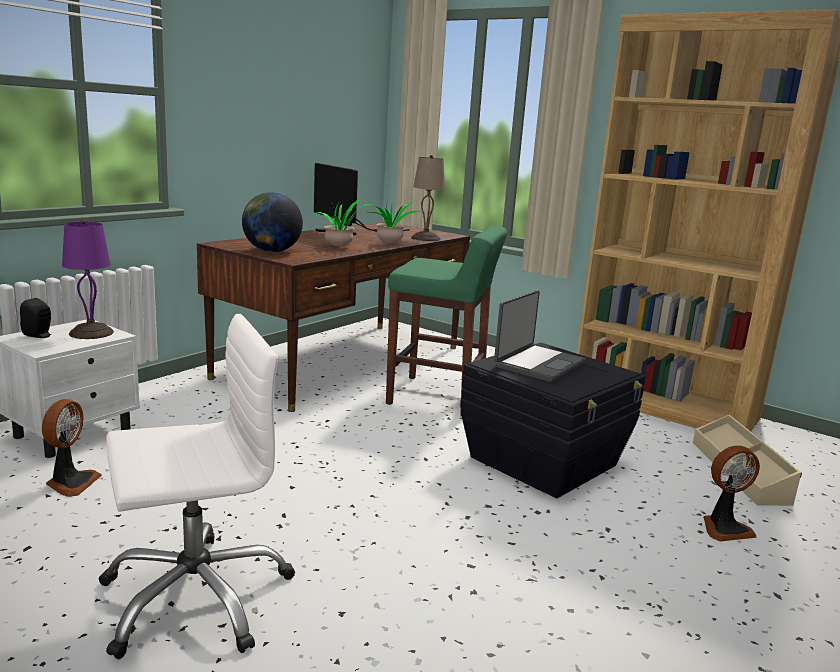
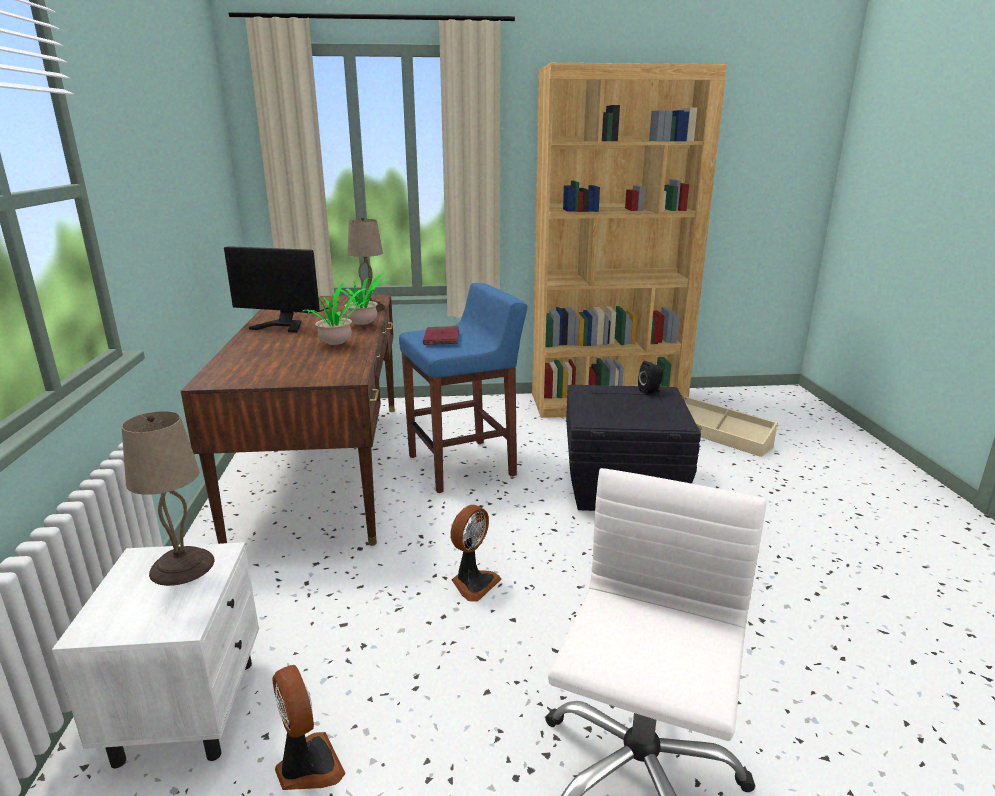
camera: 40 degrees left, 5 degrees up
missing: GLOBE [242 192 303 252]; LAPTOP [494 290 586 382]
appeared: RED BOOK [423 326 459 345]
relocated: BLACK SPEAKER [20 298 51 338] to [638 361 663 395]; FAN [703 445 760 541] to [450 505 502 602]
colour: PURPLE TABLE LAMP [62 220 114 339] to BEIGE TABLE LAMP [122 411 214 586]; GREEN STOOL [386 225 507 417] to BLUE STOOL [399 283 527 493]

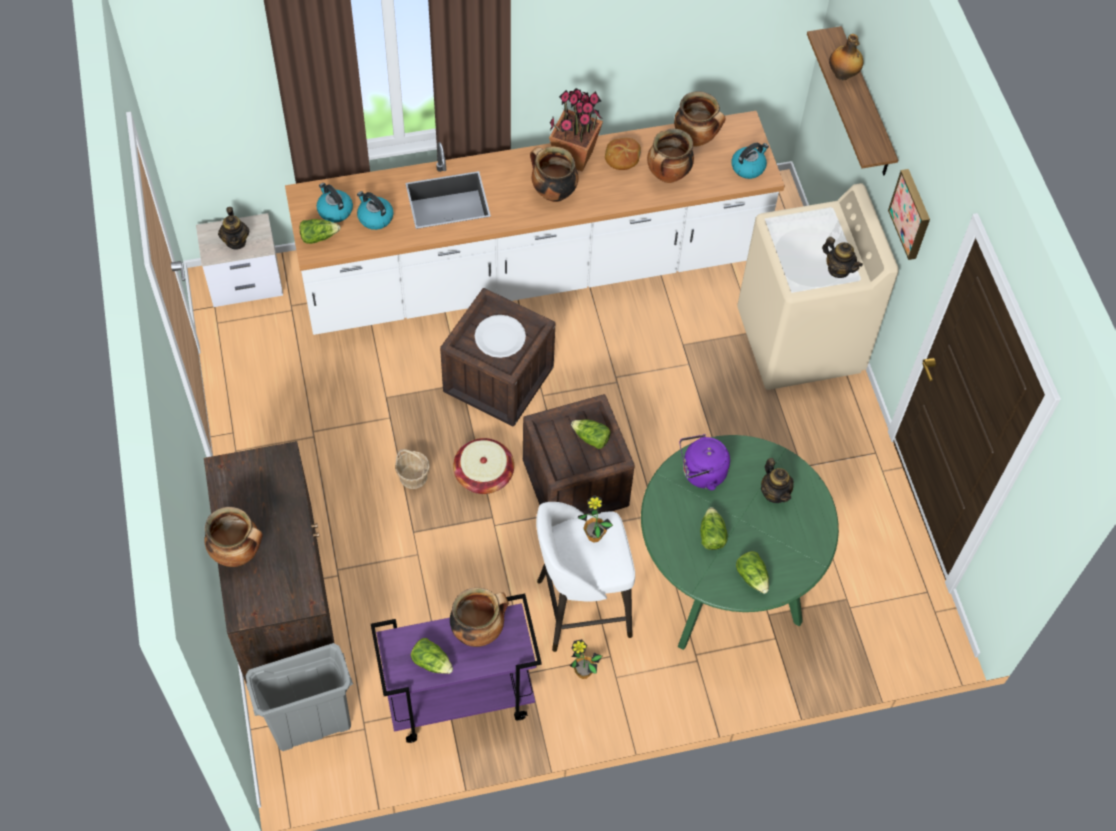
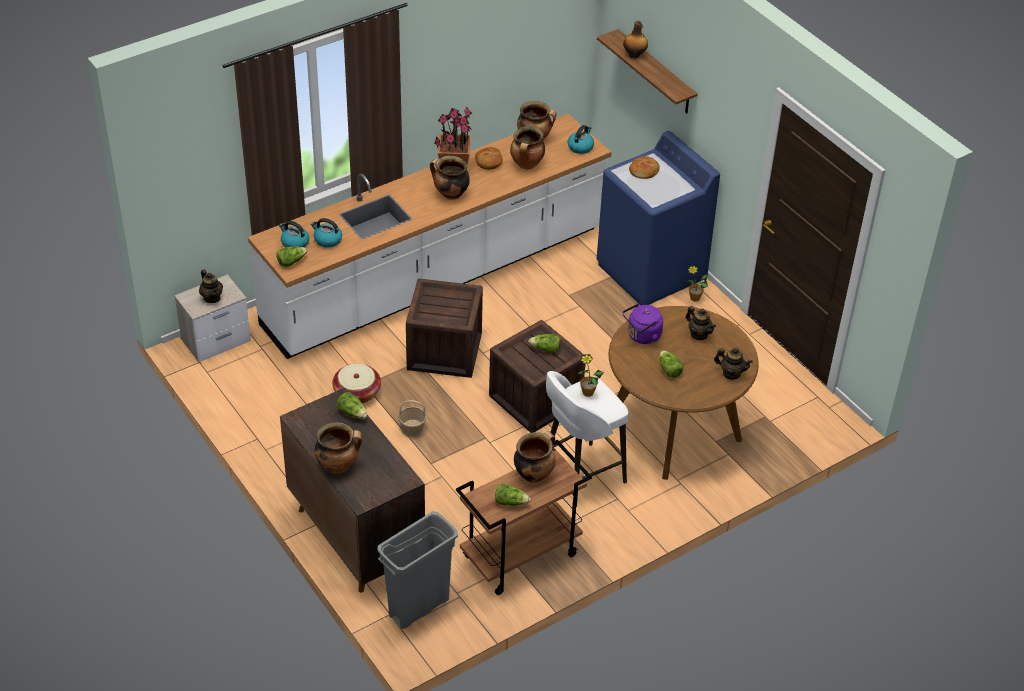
camera: 20 degrees left, 15 degrees down
missing: WHITE PLATE [475 315 526 358]; PICTURE [888 169 930 260]
appeared: BREAD [629 156 659 179]
relocated: BASKET [453 438 514 494] to [332 364 381 403]; POTTED PLANT [569 639 602 679] to [687 265 708 302]; LETTUCE [736 551 769 594] to [337 392 367 419]; TEAPOT [822 237 863 278] to [714 348 753 379]
colour: PURPLE CART [371 594 542 743] to BROWN CART [456 440 592 595]; GREEN DINING TABLE [641 435 839 650] to BROWN DINING TABLE [609 306 759 480]; BEIGE WASHING MACHINE [737 183 899 390] to BLUE WASHING MACHINE [597 131 720 305]

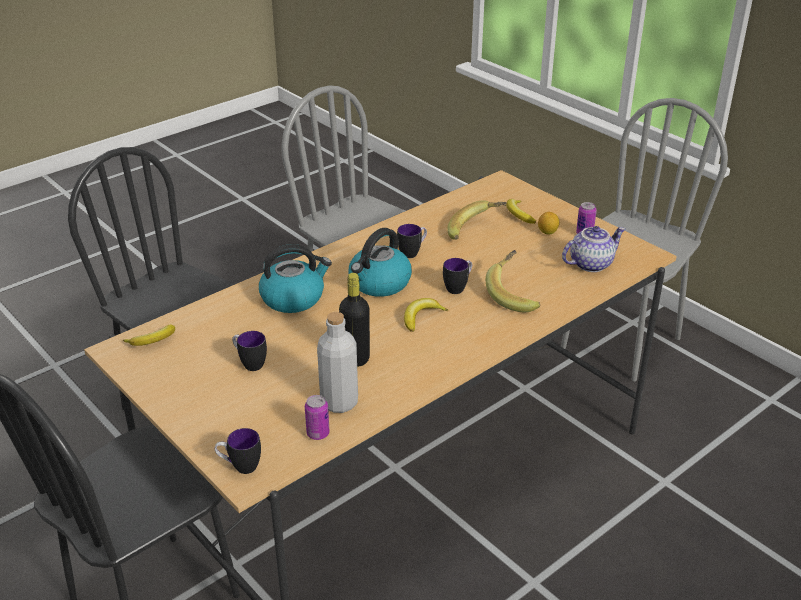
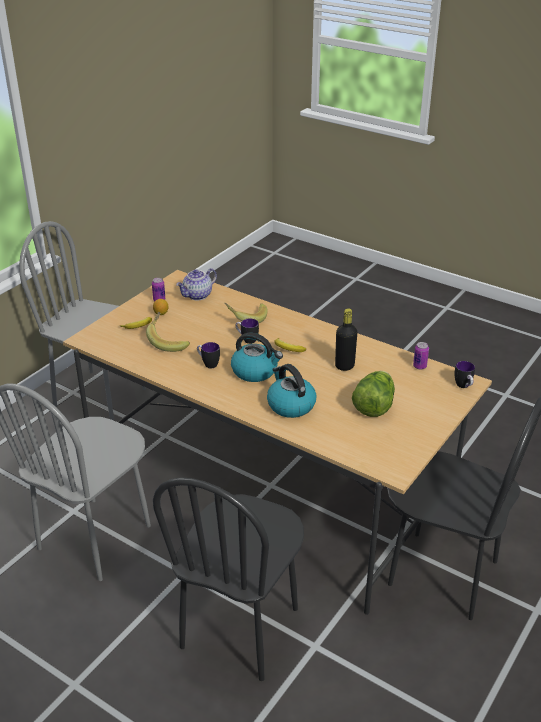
camera: 105 degrees left, 0 degrees up
missing: BANANA [123 325 175 346]; GREY BOTTLE [317 312 358 413]
exchanged: MUG [232 331 267 371] to LETTUCE [352 371 395 417]
spun: TEAPOT [562 226 626 272] = [176 268 217 300] 90 degrees counterclockwise

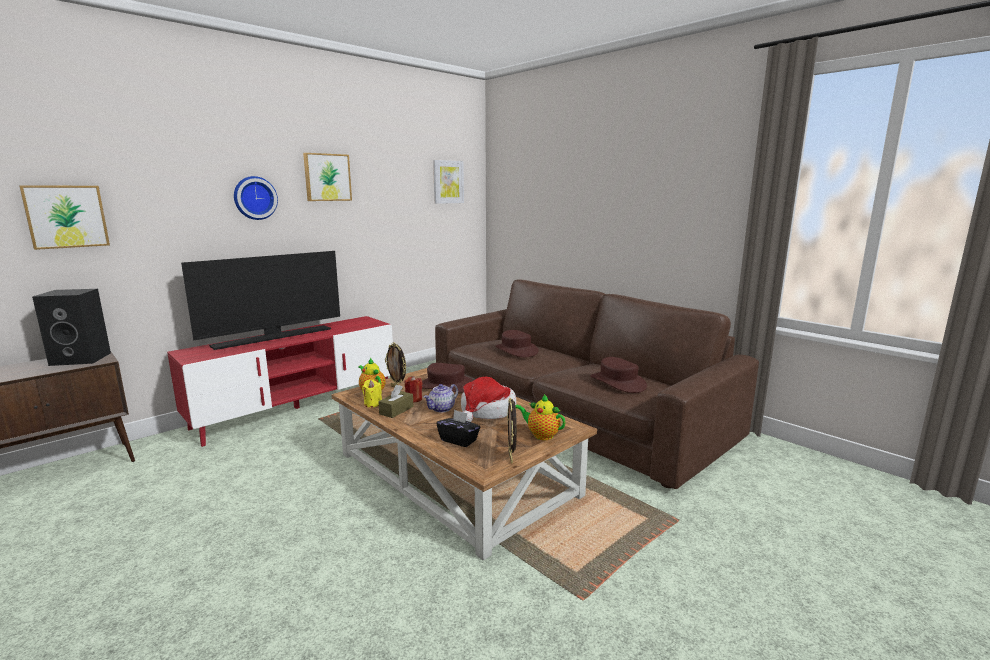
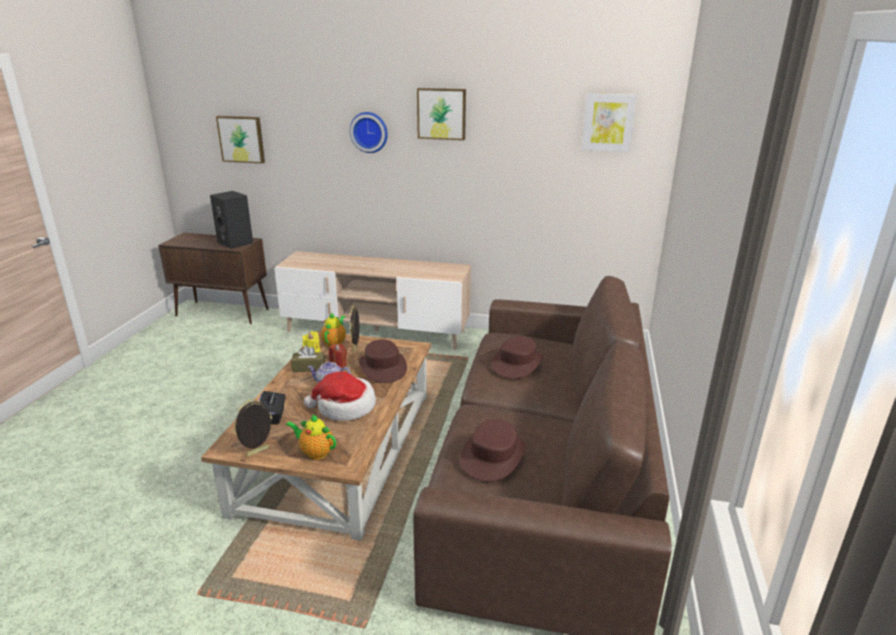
camera: 55 degrees right, 10 degrees up
missing: TELEVISION [181 251 340 350]
colour: RED TV STAND [167 316 393 447] to BEIGE TV STAND [274 251 471 350]
spun: TEAPOT [515 394 565 440] = [286 414 336 460] 60 degrees counterclockwise

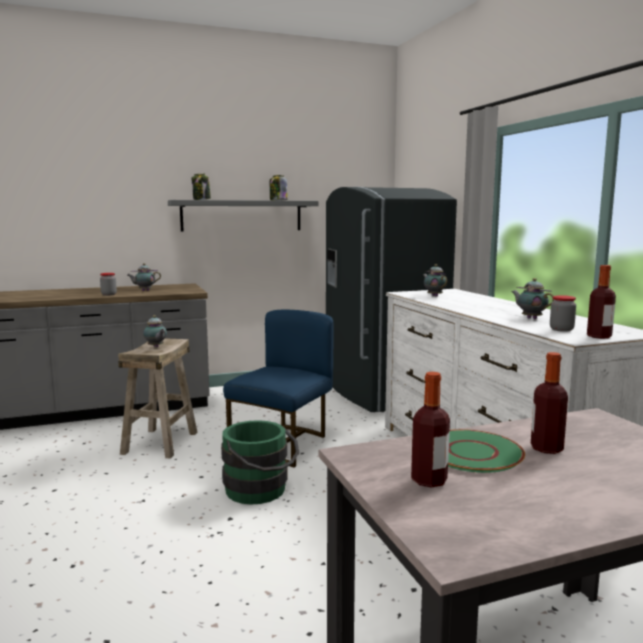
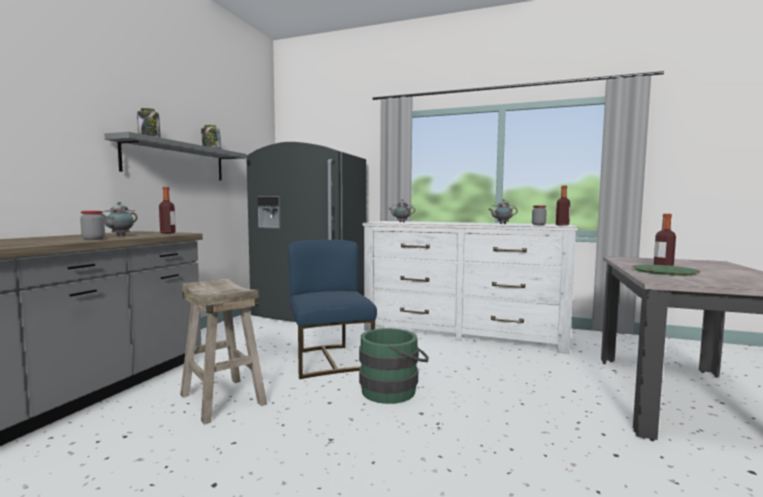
camera: 50 degrees left, 5 degrees down
missing: TEAPOT [143 315 167 347]
relocated: BOTTLE [411 372 450 488] to [159 187 176 233]

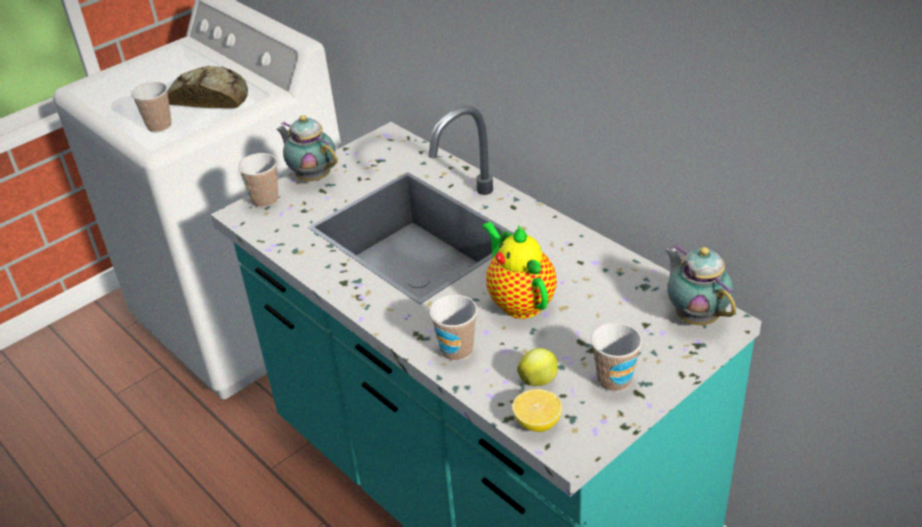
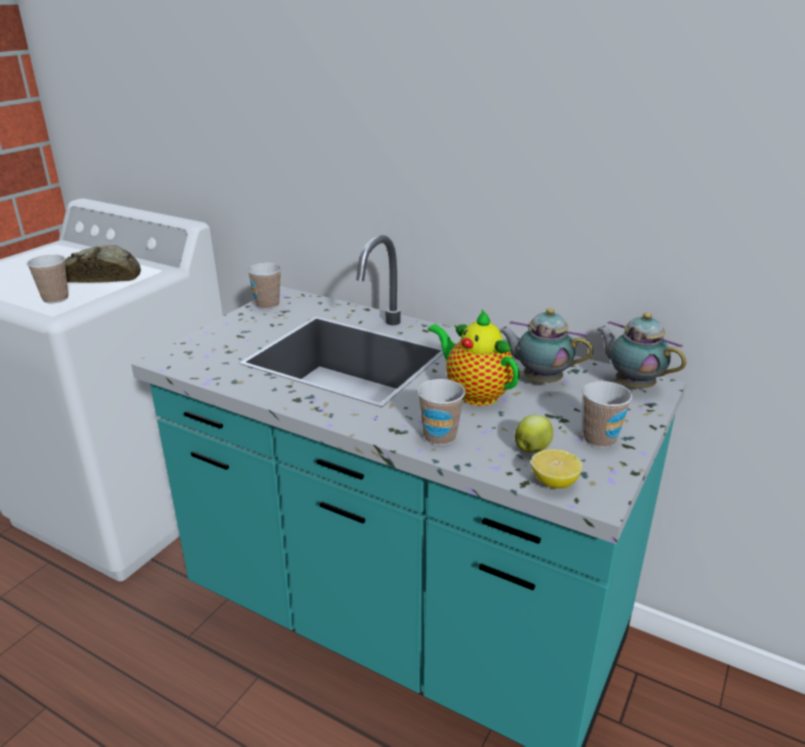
camera: 20 degrees left, 10 degrees down
relocated: CUP [238 153 278 208] to [247 263 282 309]; TEAPOT [276 115 338 181] to [499 308 593 383]

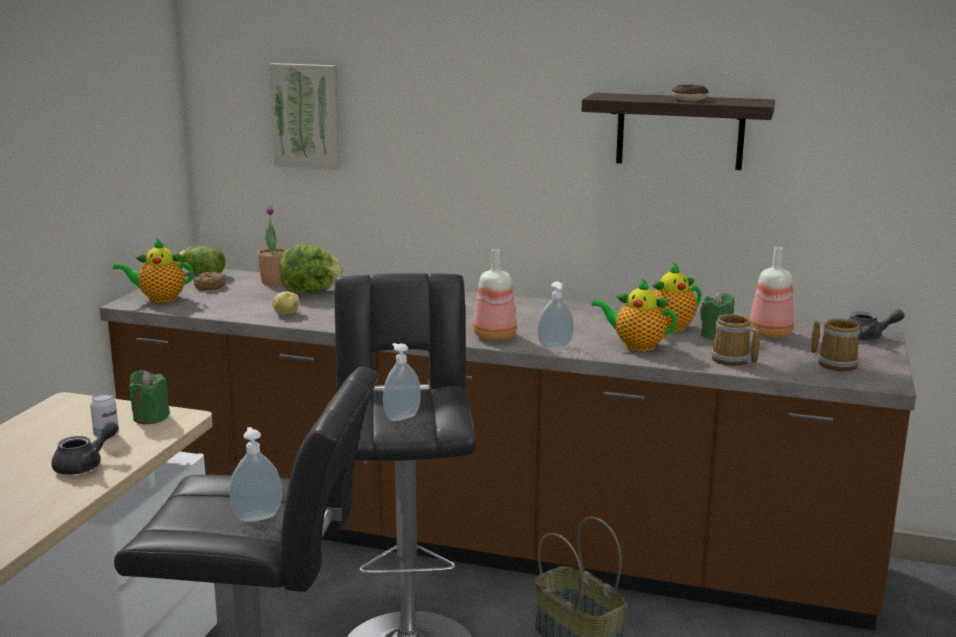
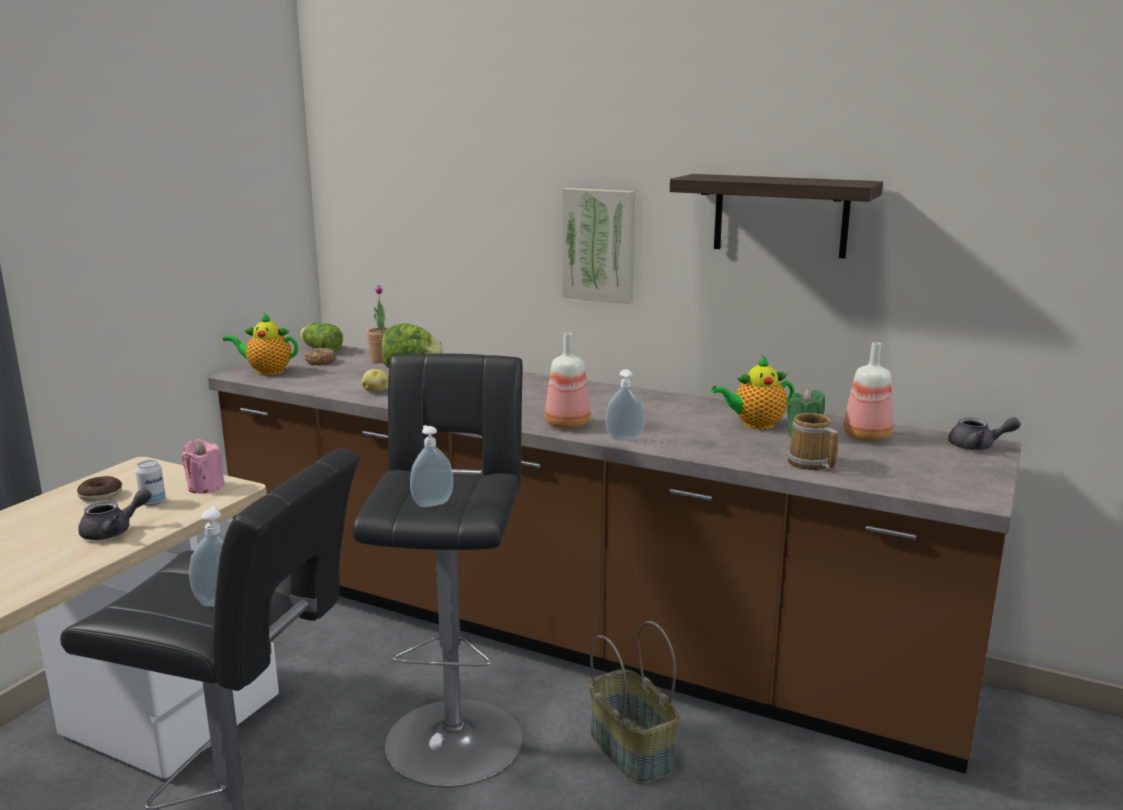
camera: 10 degrees right, 0 degrees up
missing: TEAPOT [591 278 677 351]; MUG [811 319 860 371]
relocated: PICTURE [269 63 340 170] to [562 188 635 304]; DONUT [671 85 708 101] to [77 476 122 502]
colour: GREEN CANDLE [129 370 170 424] to PINK CANDLE [181 439 225 493]

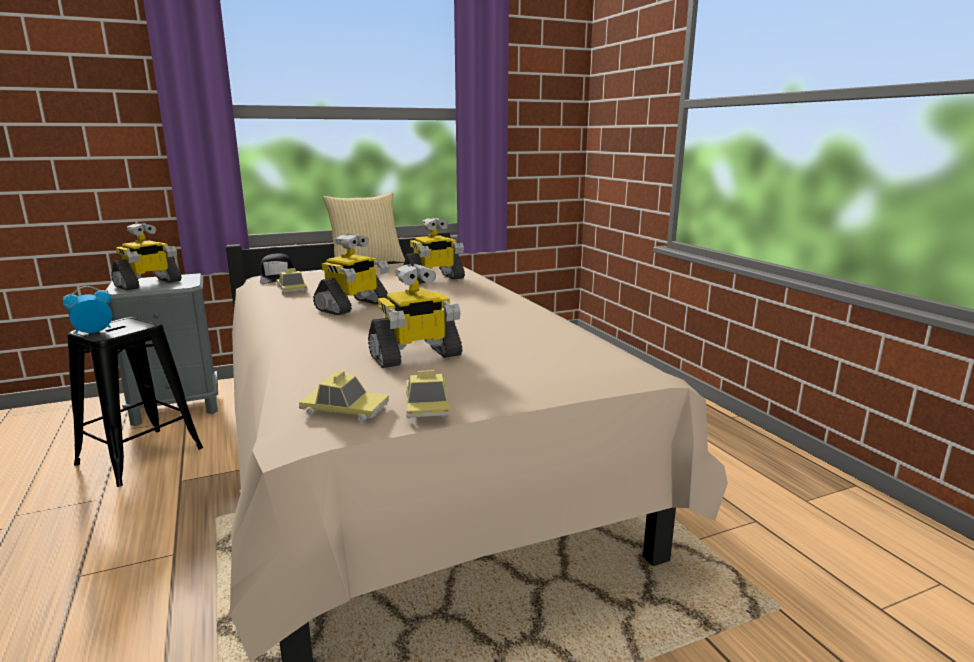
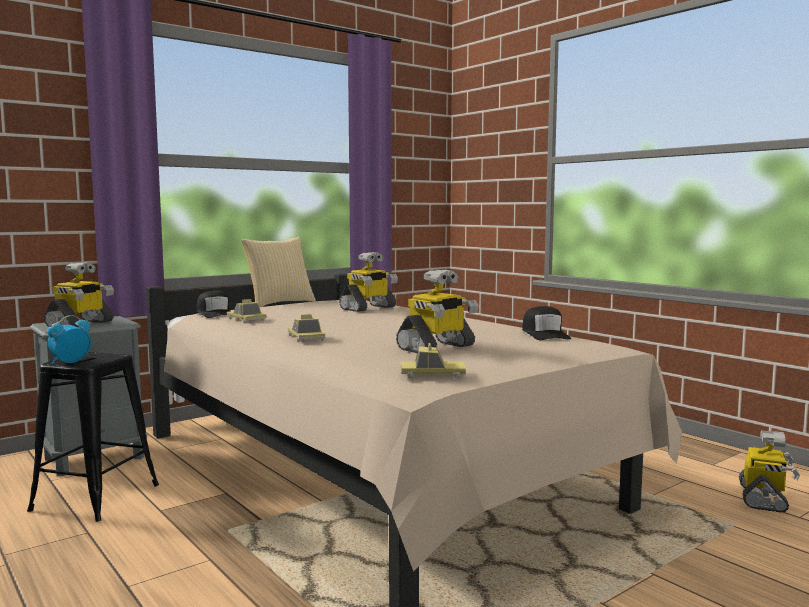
camera: 15 degrees left, 10 degrees down
appeared: BLACK CAP [522 306 571 340]
relocated: TOY ROBOT [313 234 390 315] to [739 431 800 513]; TOY CAR [406 370 450 418] to [288 314 325 342]

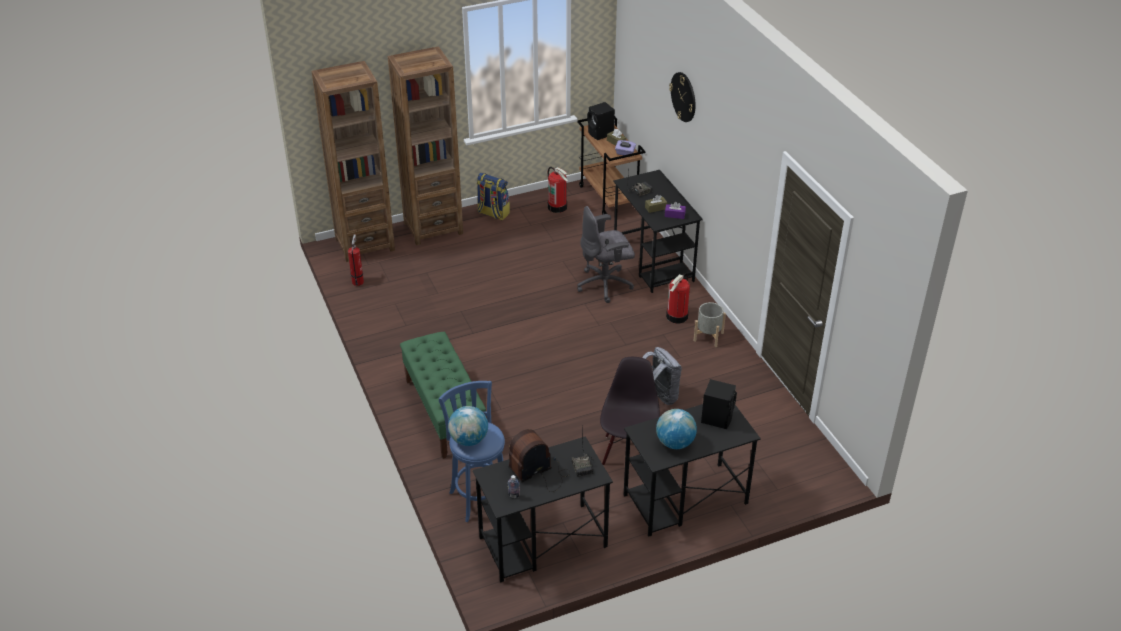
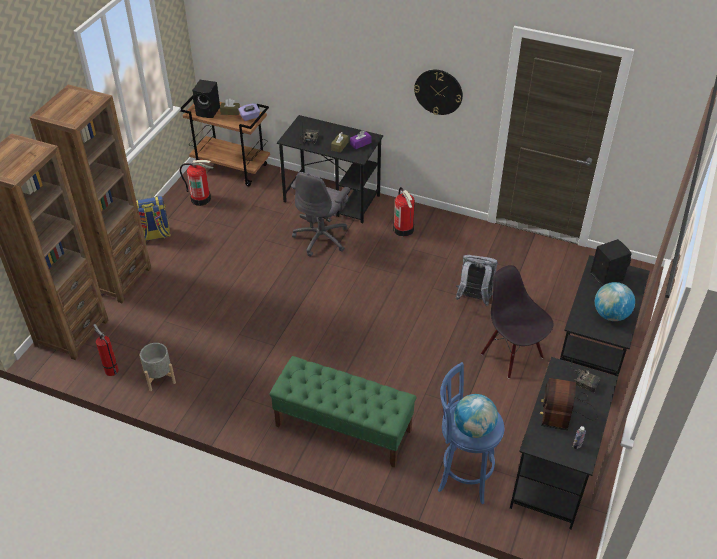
camera: 45 degrees left, 5 degrees up
relocated: WALL CLOCK [669 72 696 122] to [414 70 463 115]; GREY PLANTER [694 302 726 347] to [139 343 176 391]

